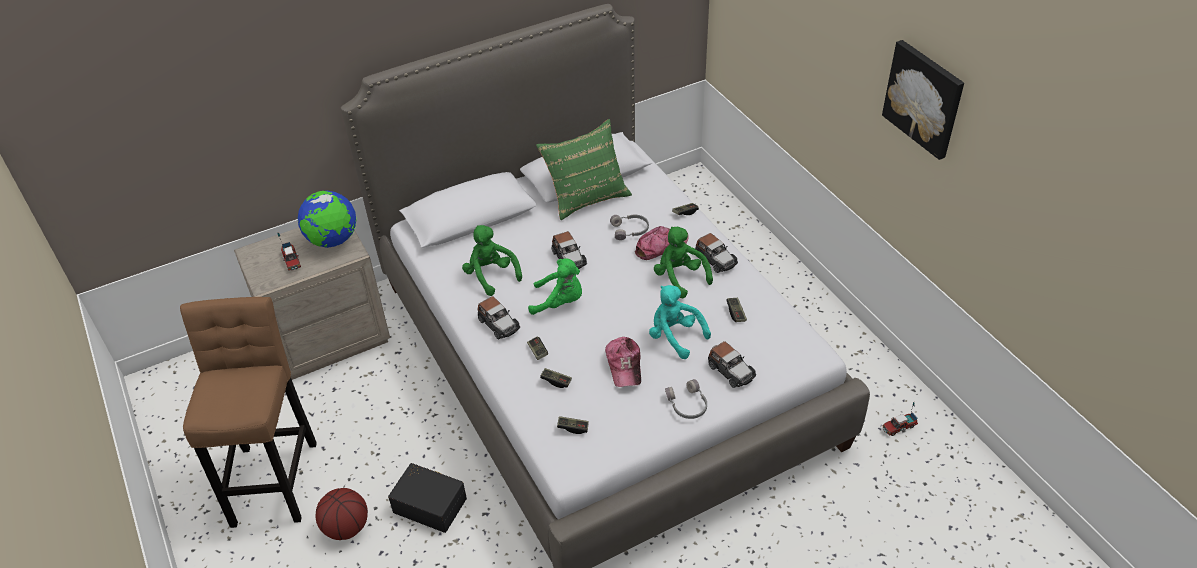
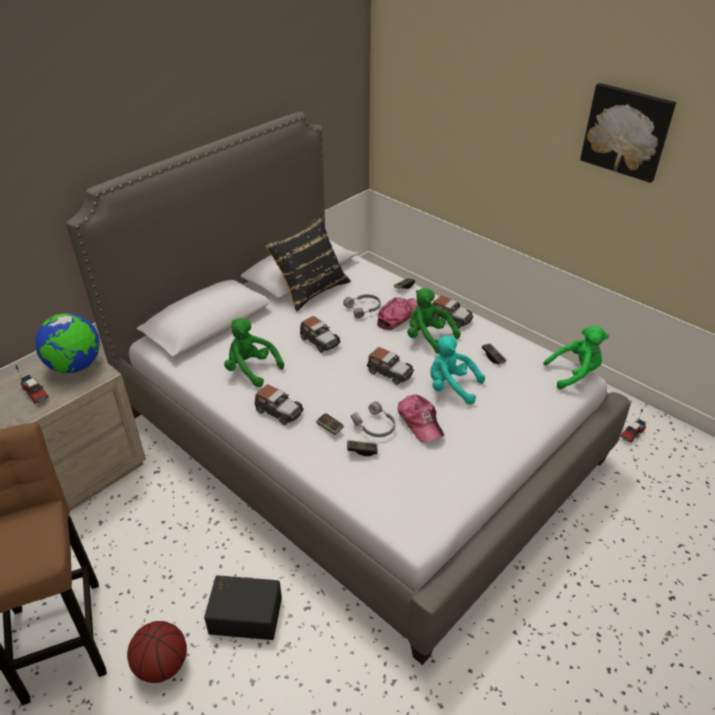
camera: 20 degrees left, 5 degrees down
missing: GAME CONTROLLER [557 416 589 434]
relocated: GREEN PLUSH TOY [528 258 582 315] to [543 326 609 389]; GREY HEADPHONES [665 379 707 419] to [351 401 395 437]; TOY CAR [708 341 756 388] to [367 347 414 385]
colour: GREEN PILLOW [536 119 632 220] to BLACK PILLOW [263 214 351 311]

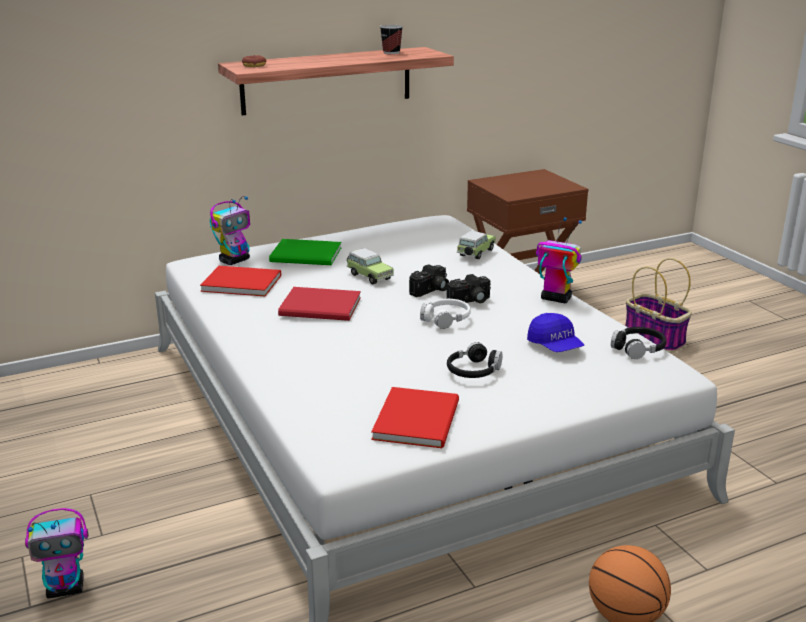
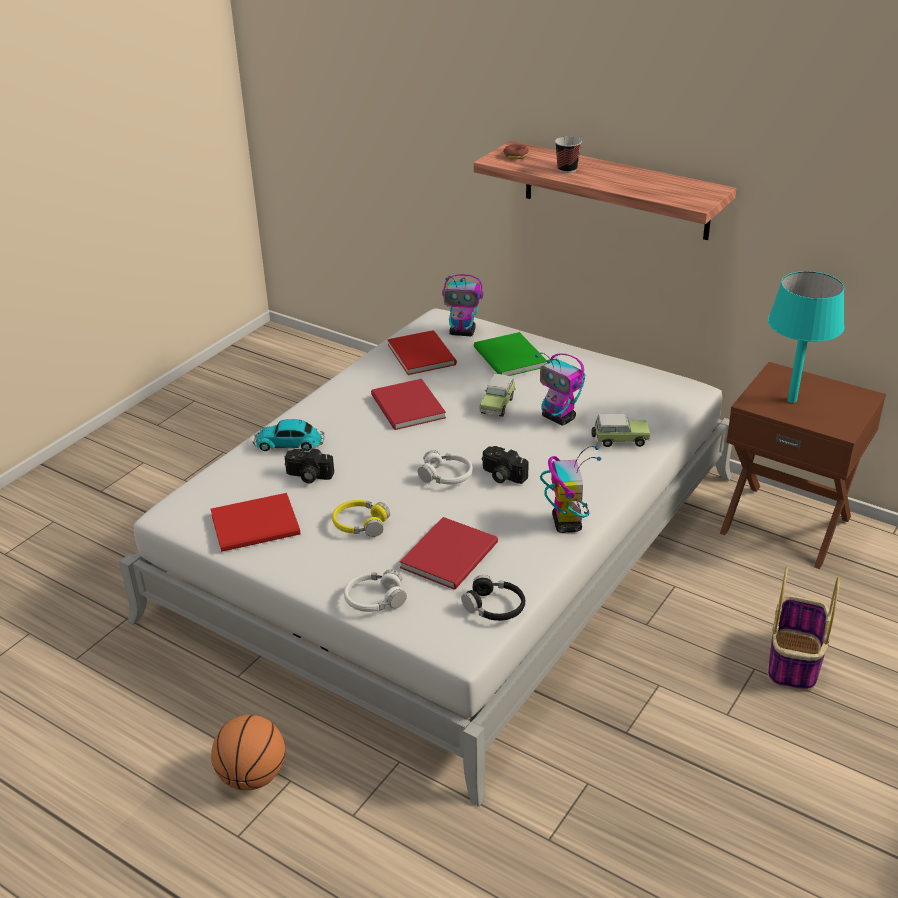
camera: 60 degrees right, 10 degrees up
appeared: TOY CAR [253 419 325 451]; WHITE HEADPHONES [344 570 407 612]; TURQUOISE TABLE LAMP [768 271 844 403]
relocated: TOY ROBOT [25 508 88 598] to [535 353 585 425]; CUP [380 25 403 54] to [555 136 582 173]; PHOTO CAMERA [409 264 449 297] to [285 449 334 483]
exchanged: BLUE CAP [527 313 584 352] to RED BOOK [400 517 498 590]
colour: BLACK HEADPHONES [447 342 502 378] to YELLOW HEADPHONES [332 500 390 537]

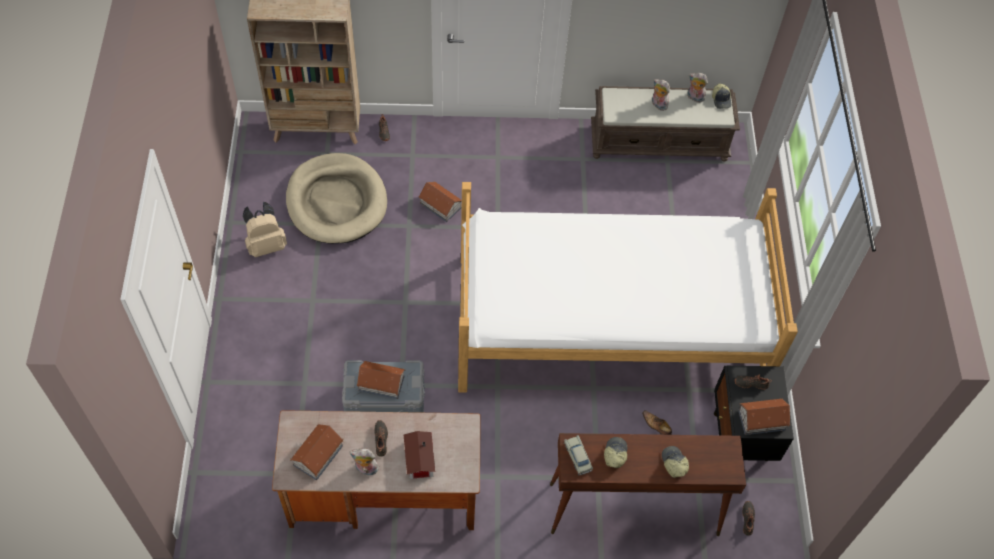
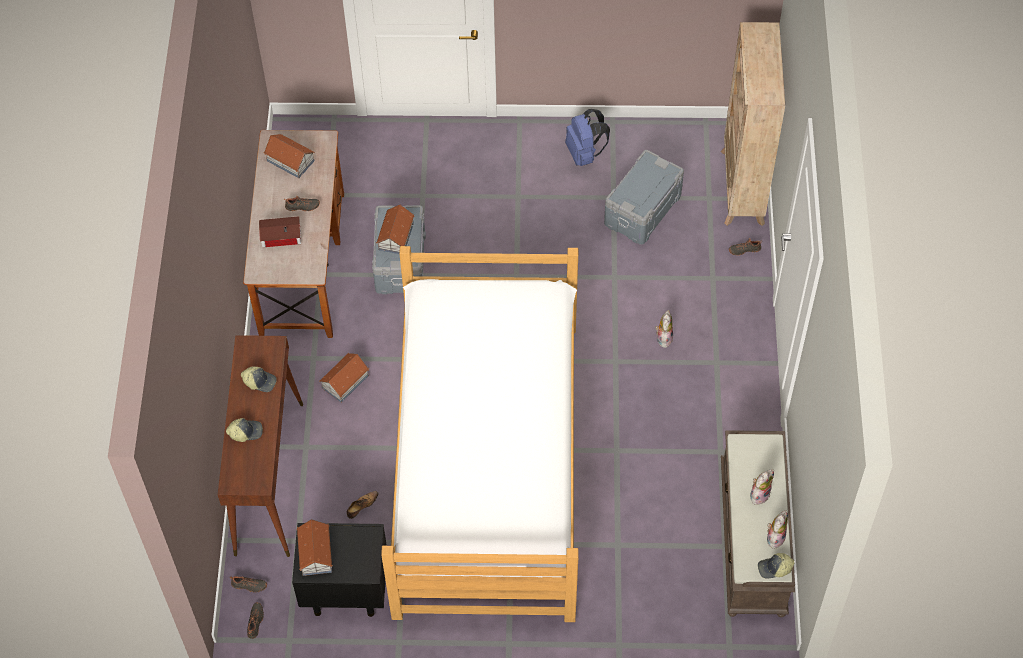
camera: 95 degrees right, 0 degrees up
missing: BEIGE TOY CAR [564 435 593 475]
relocated: PLUSH TOY [349 448 379 476] to [655 310 673 348]; TOY HOUSE [418 182 462 222] to [319 353 369 403]; BLACK SHOE [735 375 772 390] to [247 602 264 639]
exchanged: BEIGE DOG BED [286 153 387 244] to GREY STORAGE BOX [604 150 684 245]
colour: BEIGE BACKPACK [243 202 287 257] to BLUE BACKPACK [565 109 610 166]

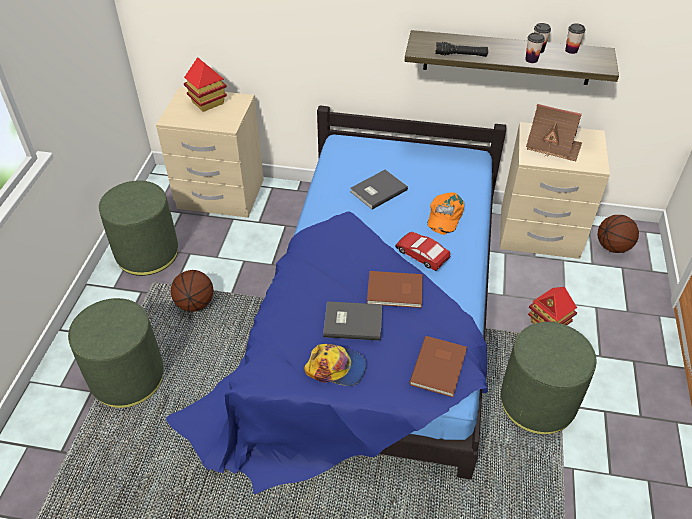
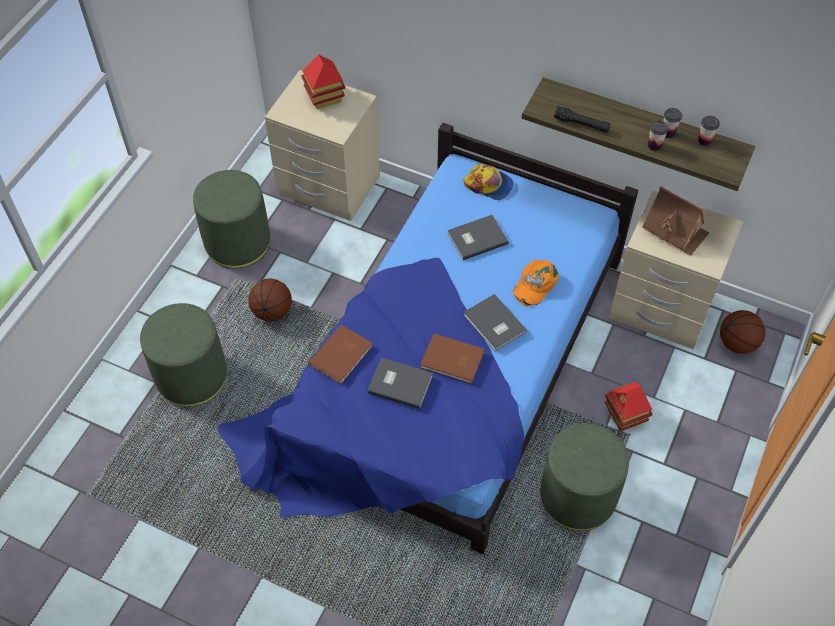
camera: 15 degrees right, 10 degrees up
relocated: CAP [304 344 366 386] to [464 164 514 200]; BROWN BOOK [409 336 467 397] to [308 325 373 384]
exchanged: TOY CAR [395 232 450 271] to GREY BOOK [464 294 527 351]

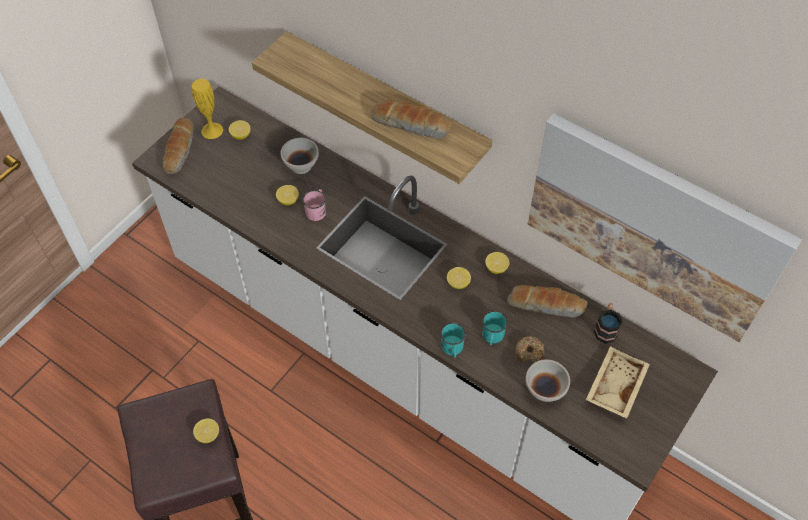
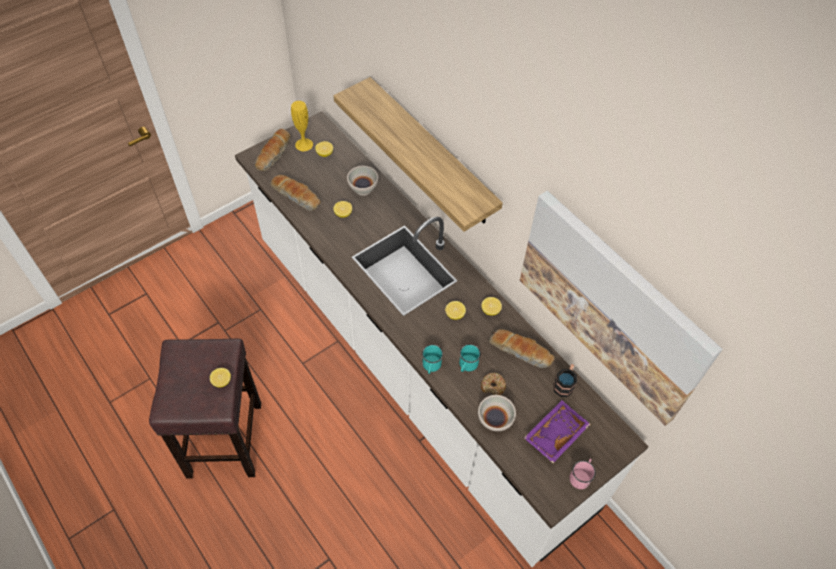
camera: 15 degrees right, 0 degrees up
relocated: PINK MUG [303 189 326 221] to [569 459 596 489]; BREAD [371 100 453 138] to [270 175 321 211]
colour: BEIGE TRAY [586 346 650 419] to PURPLE TRAY [524 400 590 463]

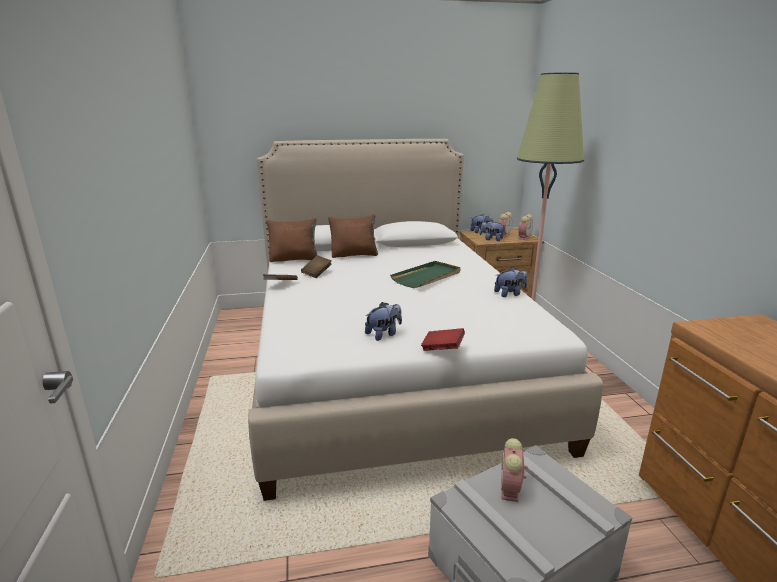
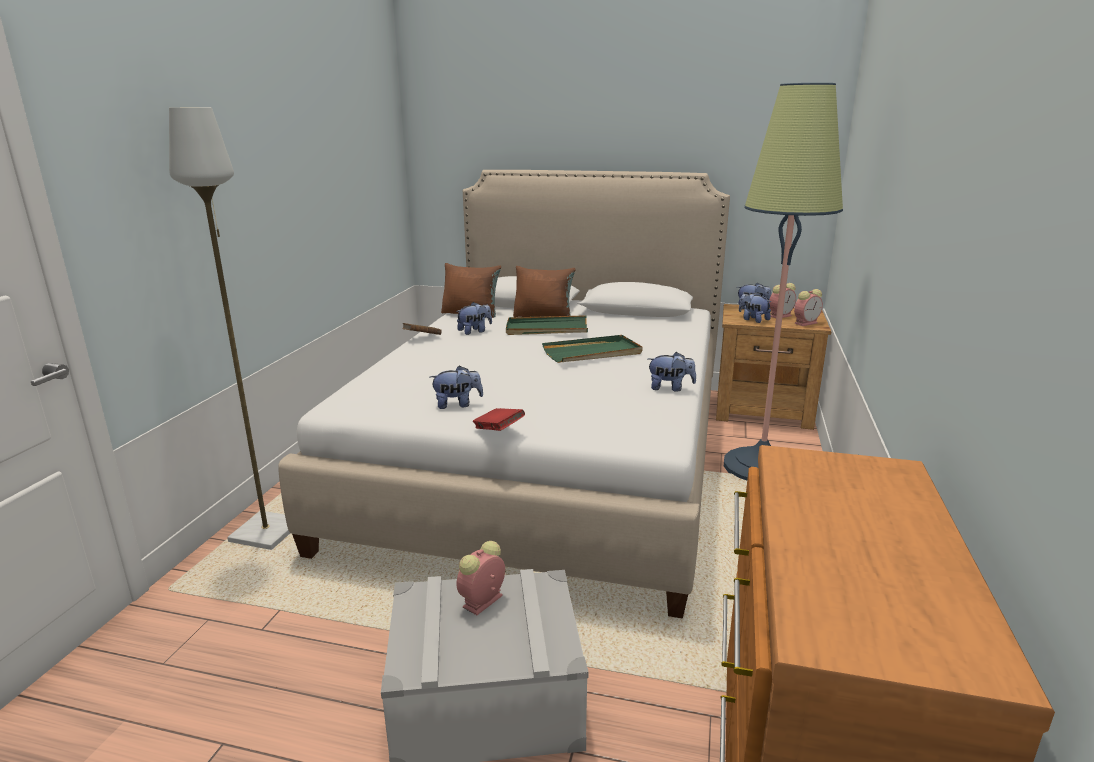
camera: 25 degrees right, 0 degrees up
appeared: GREY FLOOR LAMP [169 107 290 550]; GREEN TRAY [506 315 588 335]
exchanged: BROWN BOOK [301 255 332 278] to PLUSH TOY [456 302 492 335]

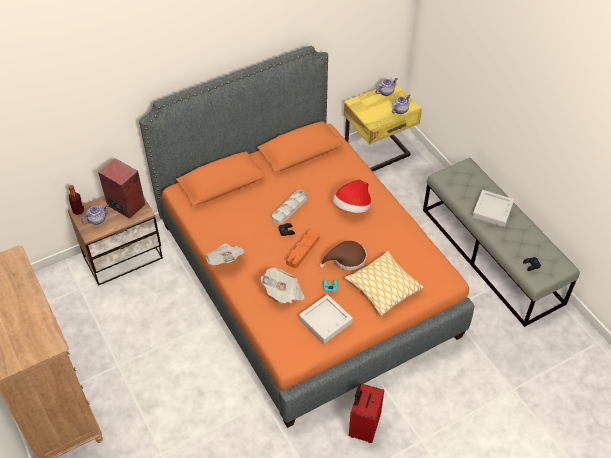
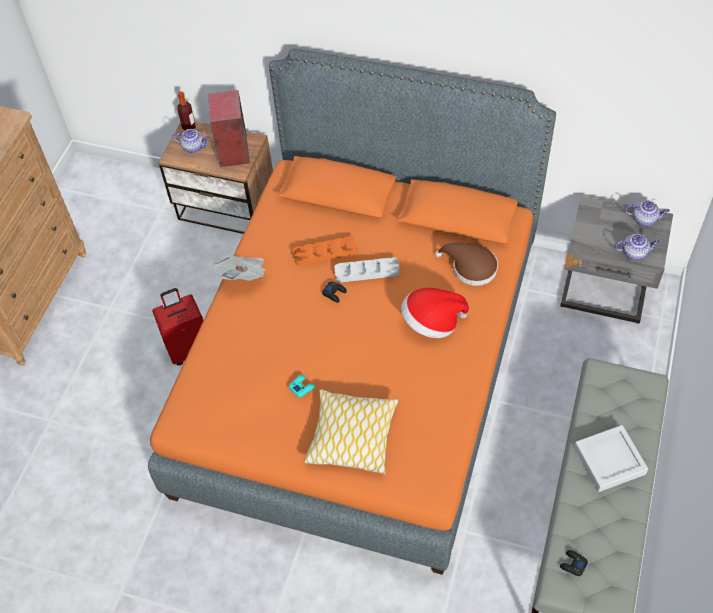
camera: 50 degrees right, 5 degrees up
missing: NEWSPAPER [261 268 305 304]; GREY TRAY [299 294 353 344]
relocated: ORANGE TRAY [286 229 320 268] to [293 236 357 265]; BROWN HAT [319 241 367 270] to [435 243 498 286]; RED SUITCASE [349 383 384 443] to [152 288 203 365]
colour: YELLOW NIGHTSTAND [344 83 422 172] to GREY NIGHTSTAND [560 196 673 324]

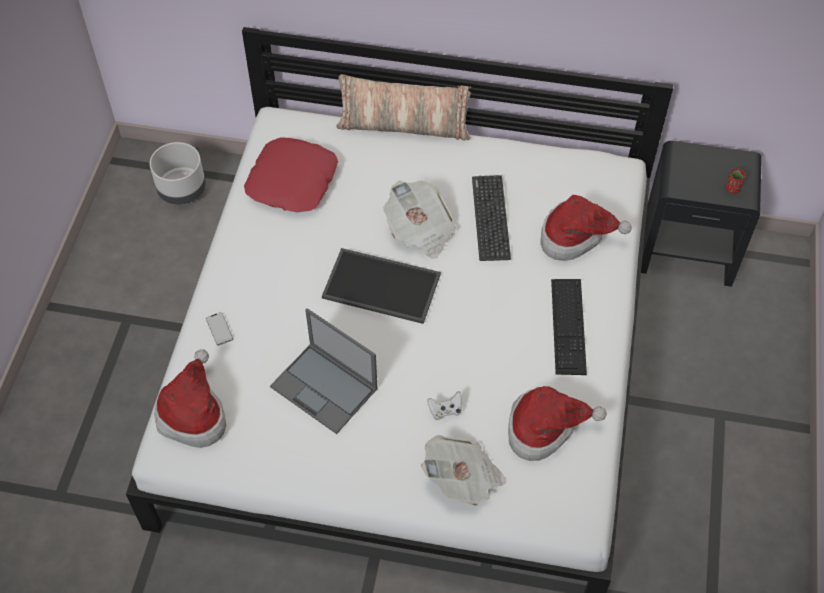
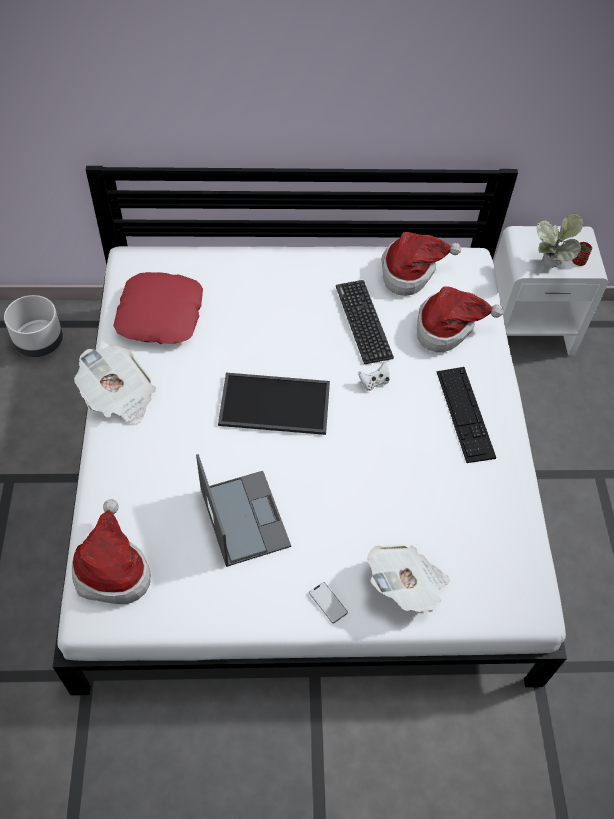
camera: 15 degrees left, 0 degrees up
missing: PILLOW [336 74 472 140]
appeared: POTTED PLANT [537 214 583 268]
relocated: PHONE [206 312 233 346] to [309 582 348 624]; NEWSPAPER [383 181 456 259] to [74 345 156 425]; WHITE GAME CONTROLLER [427 391 462 420] to [358 362 390 391]; HAT [508 386 607 461] to [381 232 461 296]
colour: BLACK NIGHTSTAND [641 141 762 287] to WHITE NIGHTSTAND [494 226 608 355]
spun: LAPTOP [270 308 378 434] = [196 454 291 567] 135 degrees counterclockwise

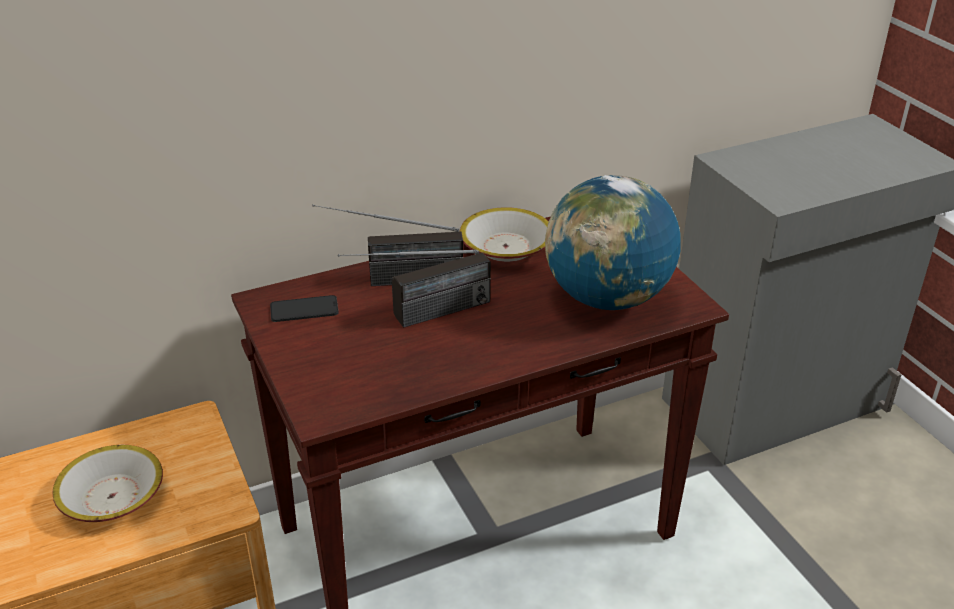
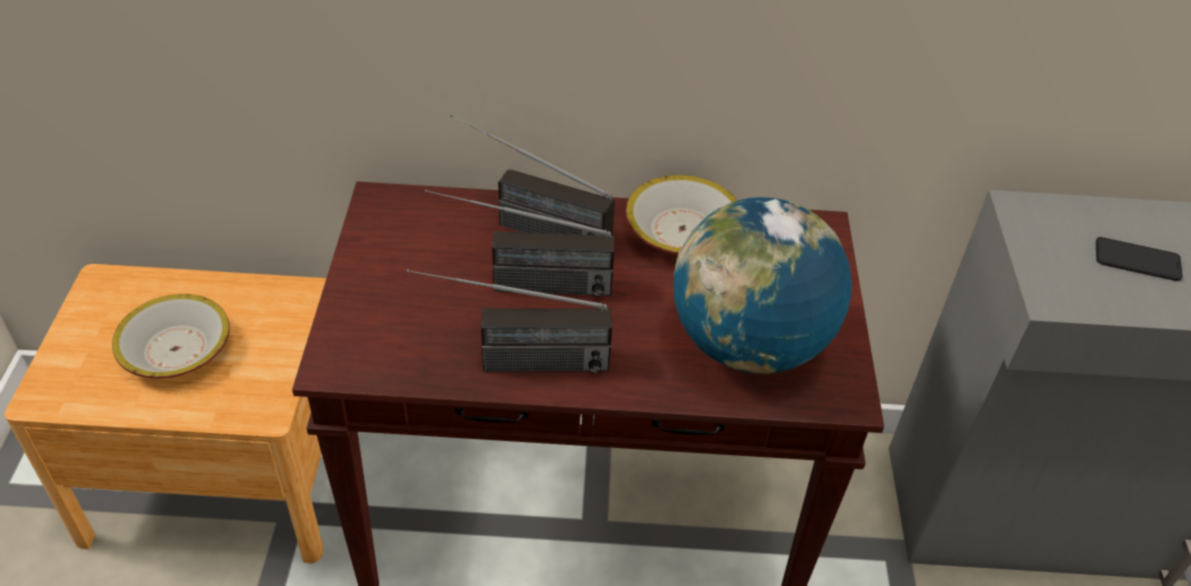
camera: 25 degrees right, 10 degrees up
appeared: RADIO [407 269 612 373]
relocated: PHONE [270 295 339 322] to [1096 237 1183 281]

